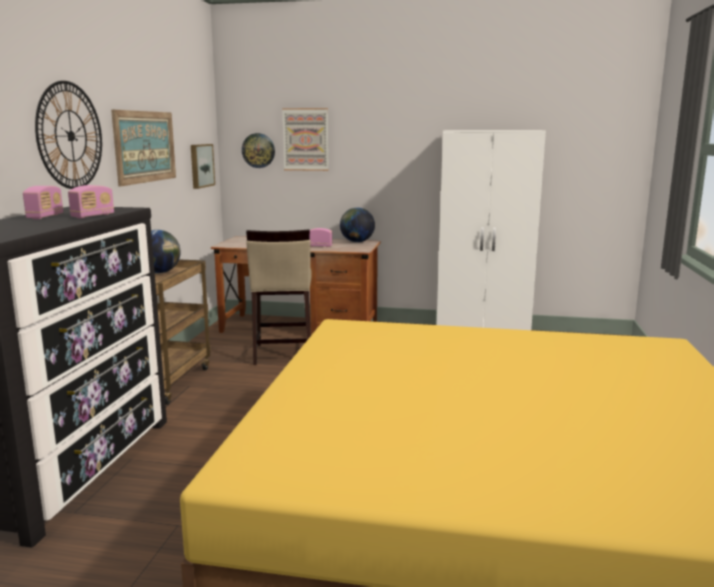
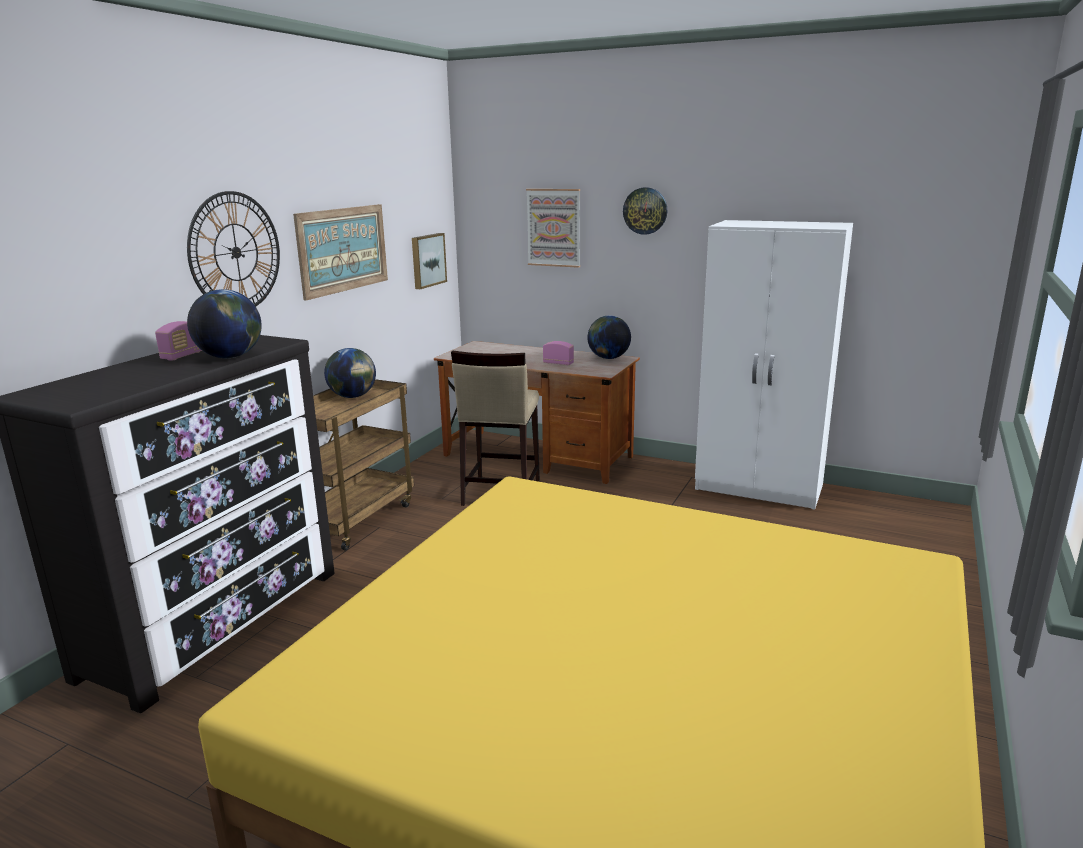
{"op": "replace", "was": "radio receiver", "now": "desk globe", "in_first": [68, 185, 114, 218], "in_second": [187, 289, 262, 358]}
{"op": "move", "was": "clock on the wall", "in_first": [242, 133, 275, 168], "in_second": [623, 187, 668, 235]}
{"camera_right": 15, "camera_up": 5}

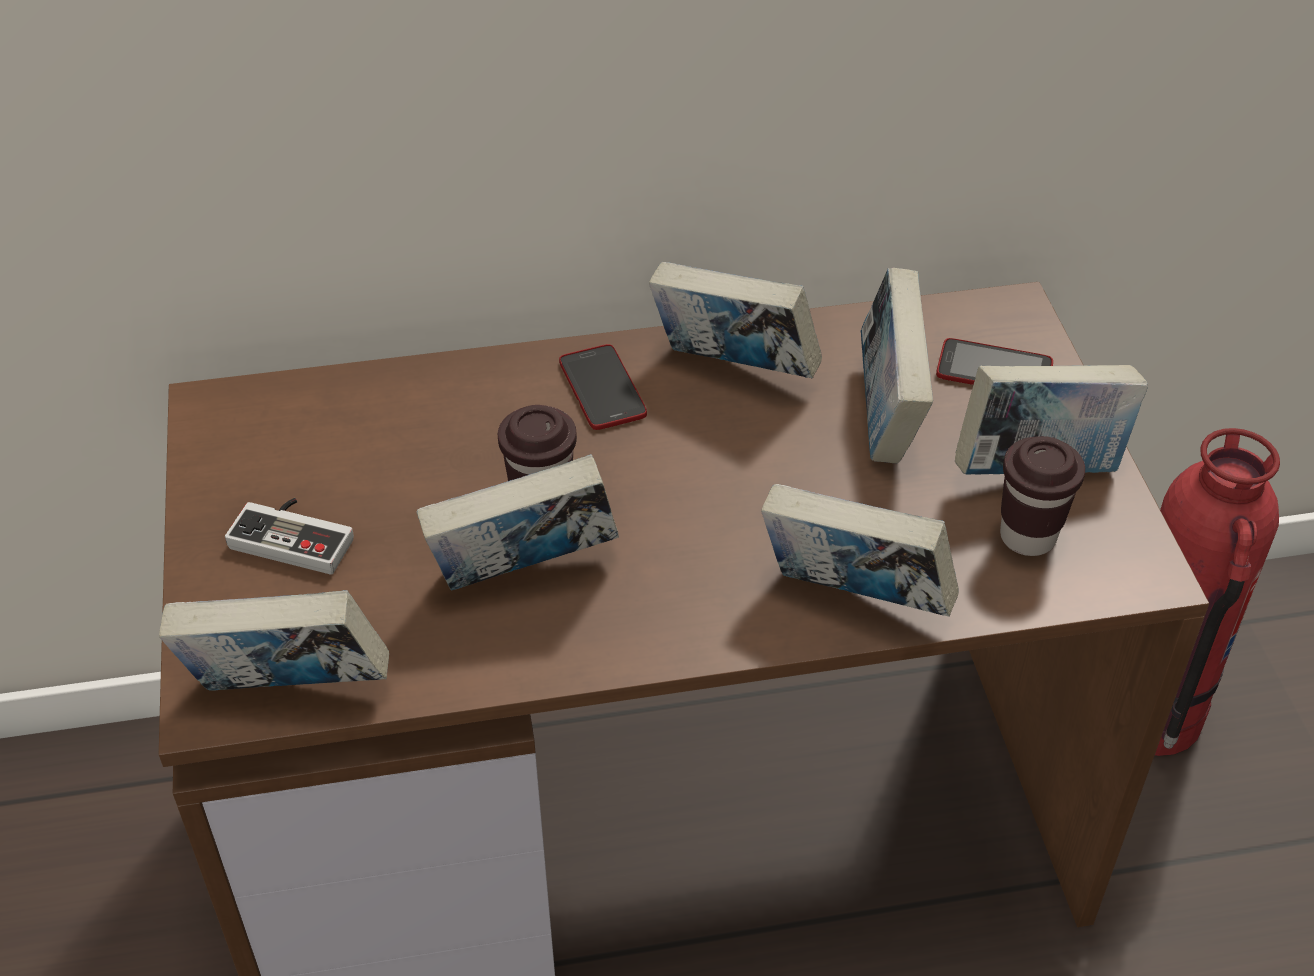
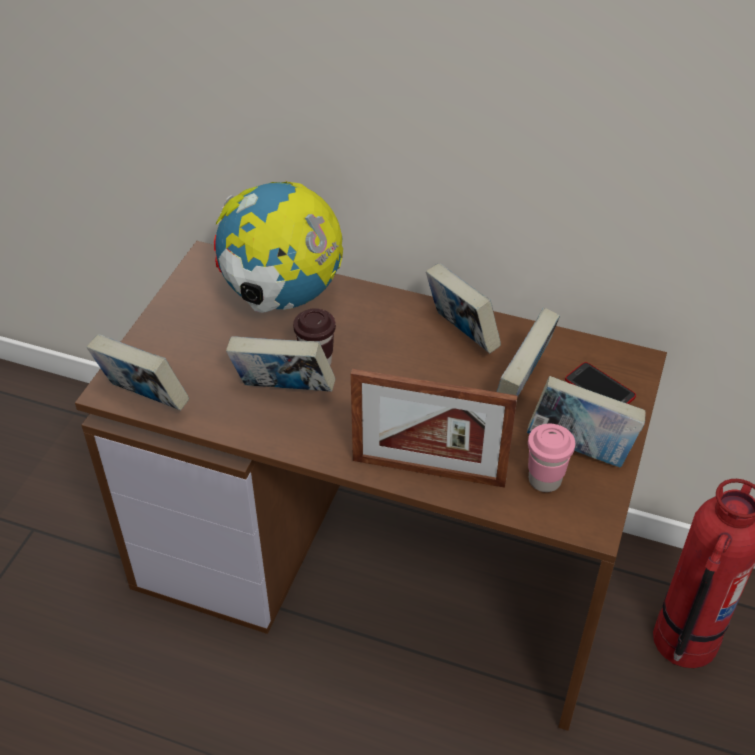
{"op": "insert", "now": "desk globe", "in_second": [214, 182, 343, 313]}
{"op": "replace", "was": "volume", "now": "photo frame", "in_first": [761, 484, 959, 617], "in_second": [351, 369, 518, 488]}
{"op": "recolor", "was": "brownish small cup", "now": "pink small cup", "in_first": [1000, 436, 1085, 556], "in_second": [528, 424, 575, 492]}
{"op": "delete", "was": "game controller", "in_first": [225, 498, 354, 575]}
{"op": "delete", "was": "telephone", "in_first": [559, 344, 647, 430]}
{"camera_right": 30, "camera_up": 0}

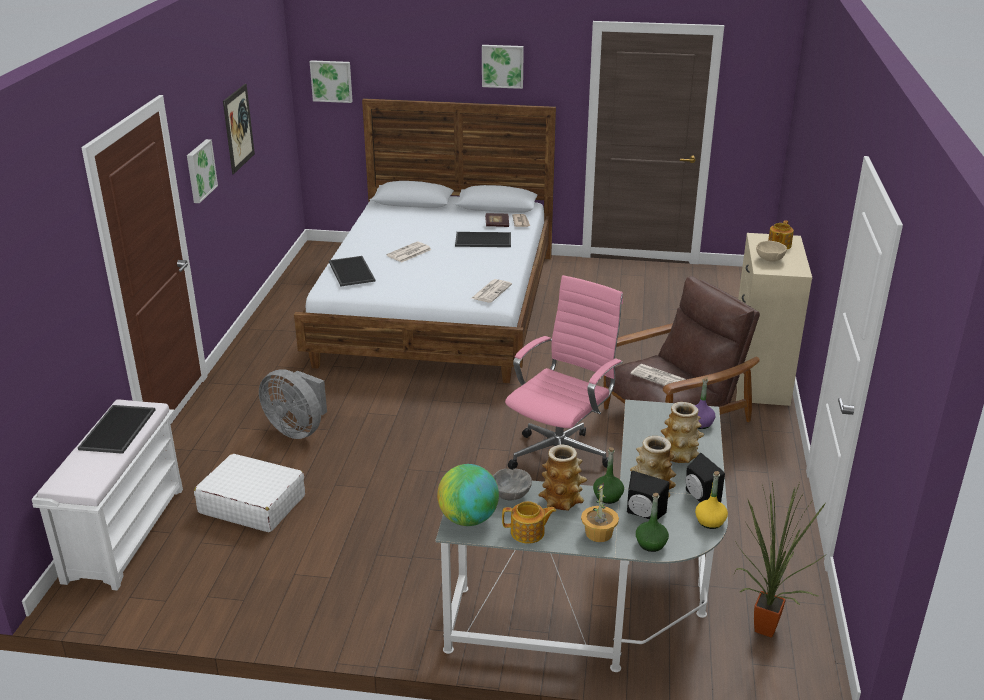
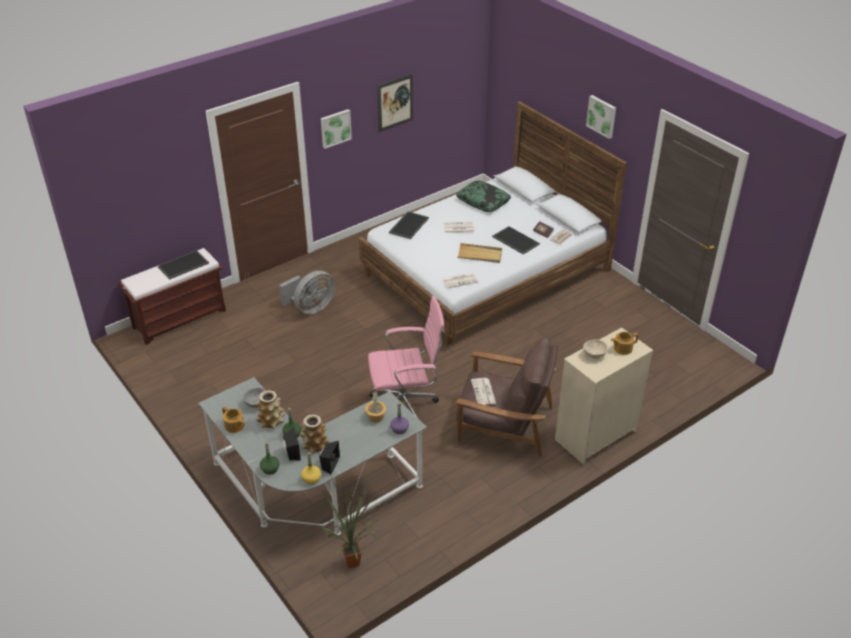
{"op": "recolor", "was": "white-coloured long seat", "now": "brownish long seat", "in_first": [32, 400, 183, 591], "in_second": [118, 248, 226, 345]}
{"op": "rotate", "was": "grey cooling fan", "in_first": [259, 369, 327, 439], "in_second": [279, 271, 335, 314], "clockwise": -120}
{"op": "move", "was": "houseplant", "in_first": [581, 483, 619, 542], "in_second": [365, 391, 387, 422]}
{"op": "insert", "now": "pillow", "in_second": [456, 181, 511, 212]}
{"op": "insert", "now": "beige carrying tray", "in_second": [457, 243, 502, 263]}
{"op": "delete", "was": "white-coloured piece of luggage", "in_first": [194, 454, 305, 532]}
{"op": "delete", "was": "wall picture", "in_first": [310, 60, 353, 103]}
{"op": "delete", "was": "desk globe", "in_first": [437, 464, 499, 526]}
{"op": "delete", "was": "vase", "in_first": [661, 402, 704, 463]}
{"camera_right": 45, "camera_up": 10}

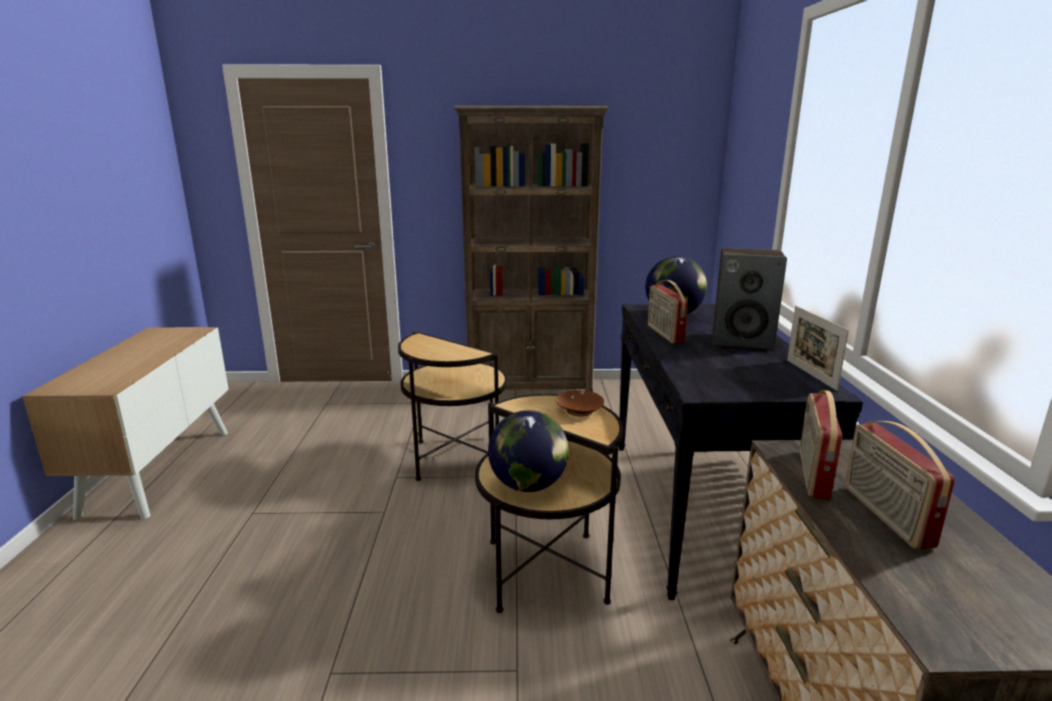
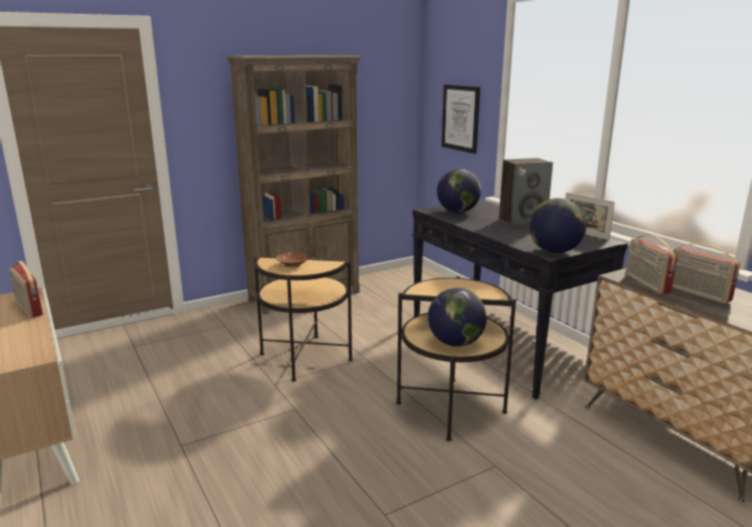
{"op": "move", "was": "radio receiver", "in_first": [648, 280, 688, 344], "in_second": [9, 261, 43, 318]}
{"op": "move", "was": "brownish serving bowl", "in_first": [556, 390, 604, 416], "in_second": [276, 252, 308, 268]}
{"op": "insert", "now": "wall picture", "in_second": [442, 84, 480, 154]}
{"op": "insert", "now": "desk globe", "in_second": [529, 198, 587, 253]}
{"camera_right": -30, "camera_up": 0}

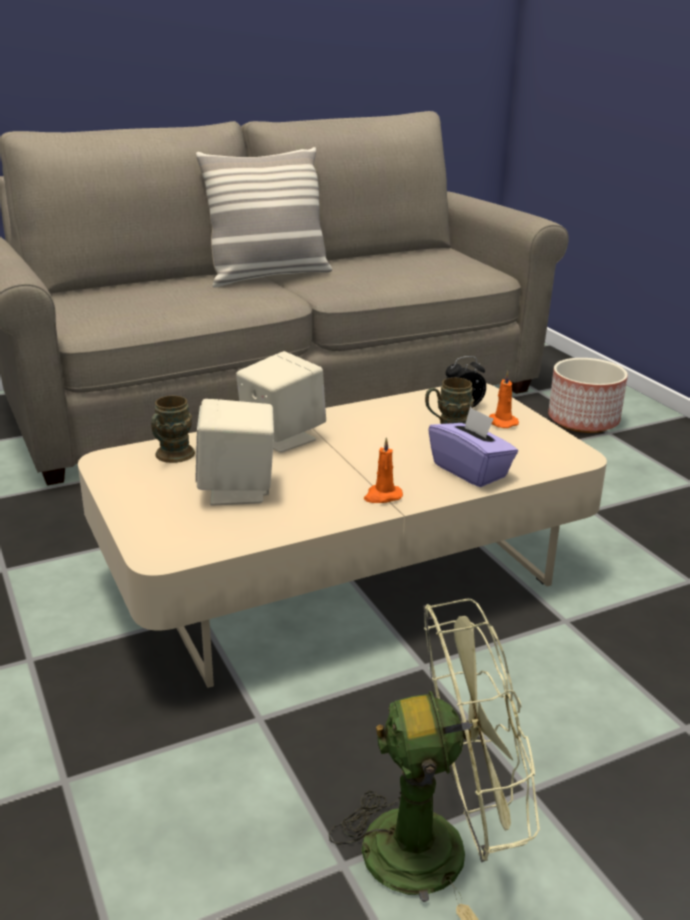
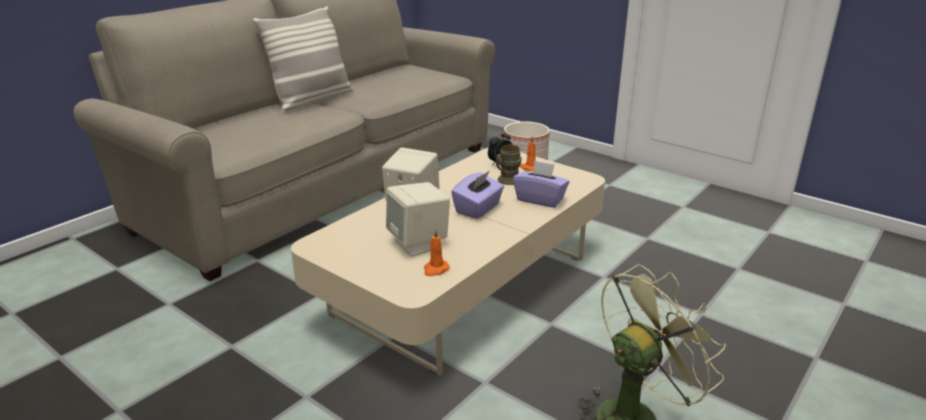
{"op": "move", "was": "orange-coloured wax light", "in_first": [364, 437, 403, 503], "in_second": [424, 228, 450, 276]}
{"op": "insert", "now": "purple box of tissues", "in_second": [451, 171, 504, 219]}
{"op": "delete", "was": "brownish tea mug", "in_first": [151, 396, 195, 463]}
{"camera_right": -25, "camera_up": 0}

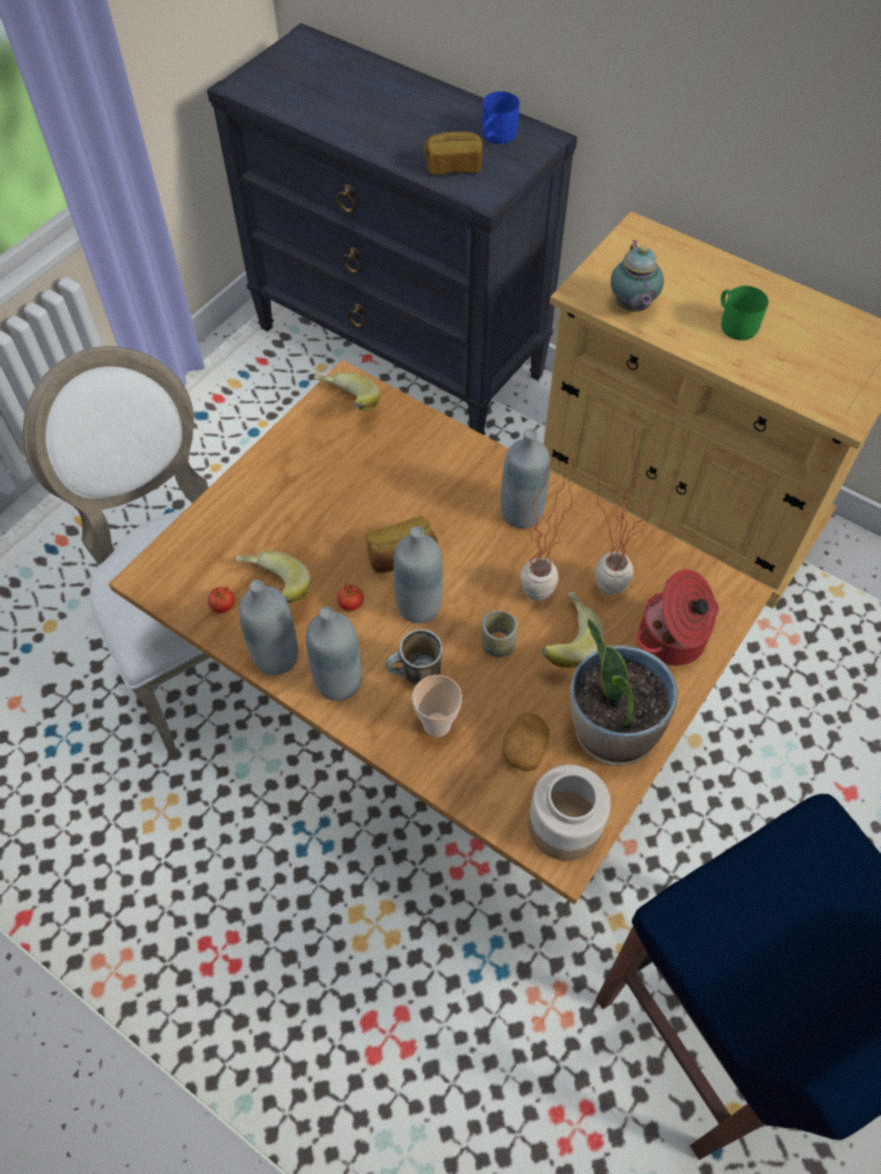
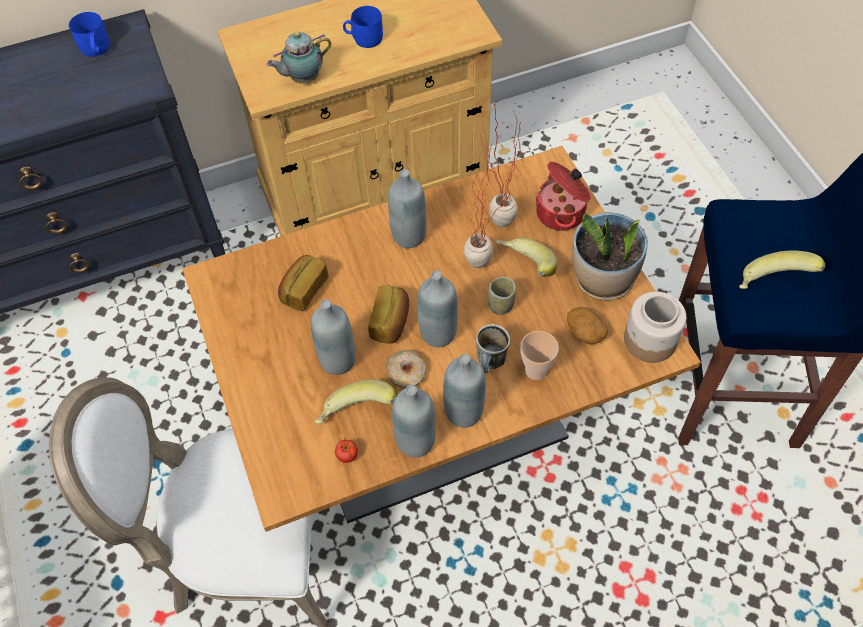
{"op": "rotate", "was": "tea pot", "in_first": [611, 240, 664, 312], "in_second": [267, 32, 331, 84], "clockwise": 120}
{"op": "move", "was": "bakery bread", "in_first": [424, 131, 483, 174], "in_second": [278, 255, 329, 311]}
{"op": "insert", "now": "grey drink bottle", "in_second": [311, 299, 356, 375]}
{"op": "recolor", "was": "green tea mug", "now": "blue-coloured tea mug", "in_first": [721, 286, 768, 340], "in_second": [343, 6, 383, 48]}
{"op": "replace", "was": "fresh tomato", "now": "donut", "in_first": [337, 585, 364, 611], "in_second": [386, 350, 426, 388]}
{"op": "move", "was": "banana fruit", "in_first": [314, 372, 380, 411], "in_second": [739, 250, 826, 289]}
{"camera_right": -55, "camera_up": 0}

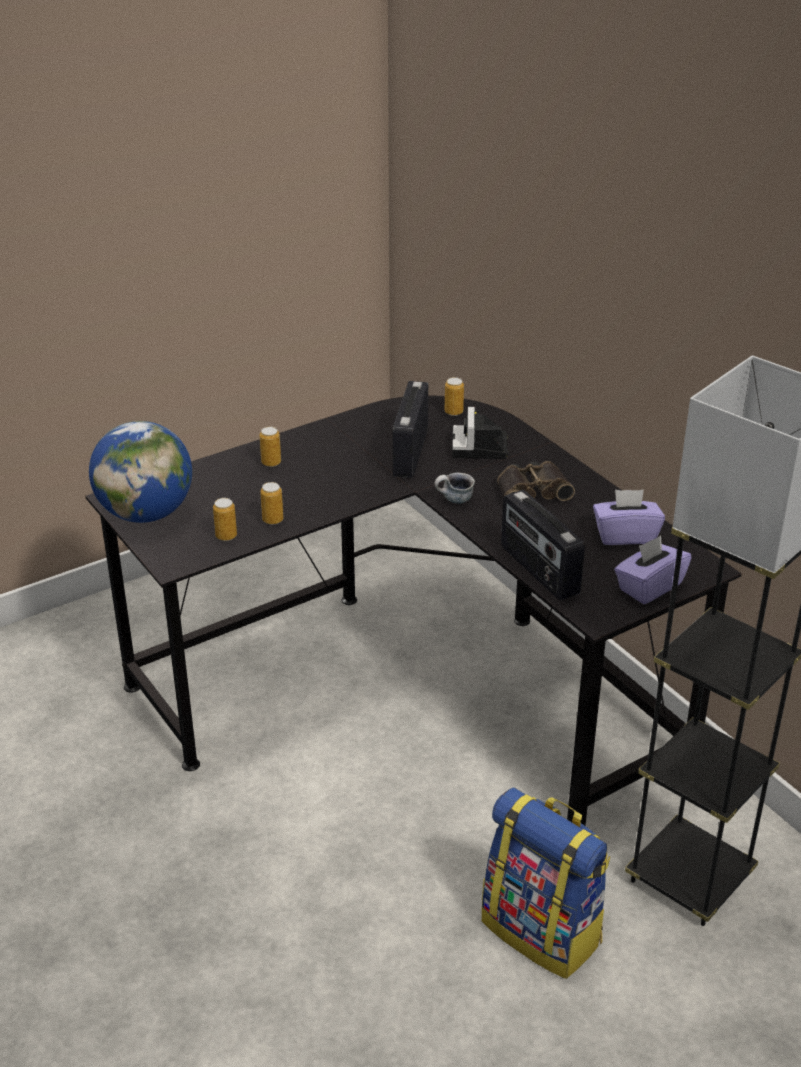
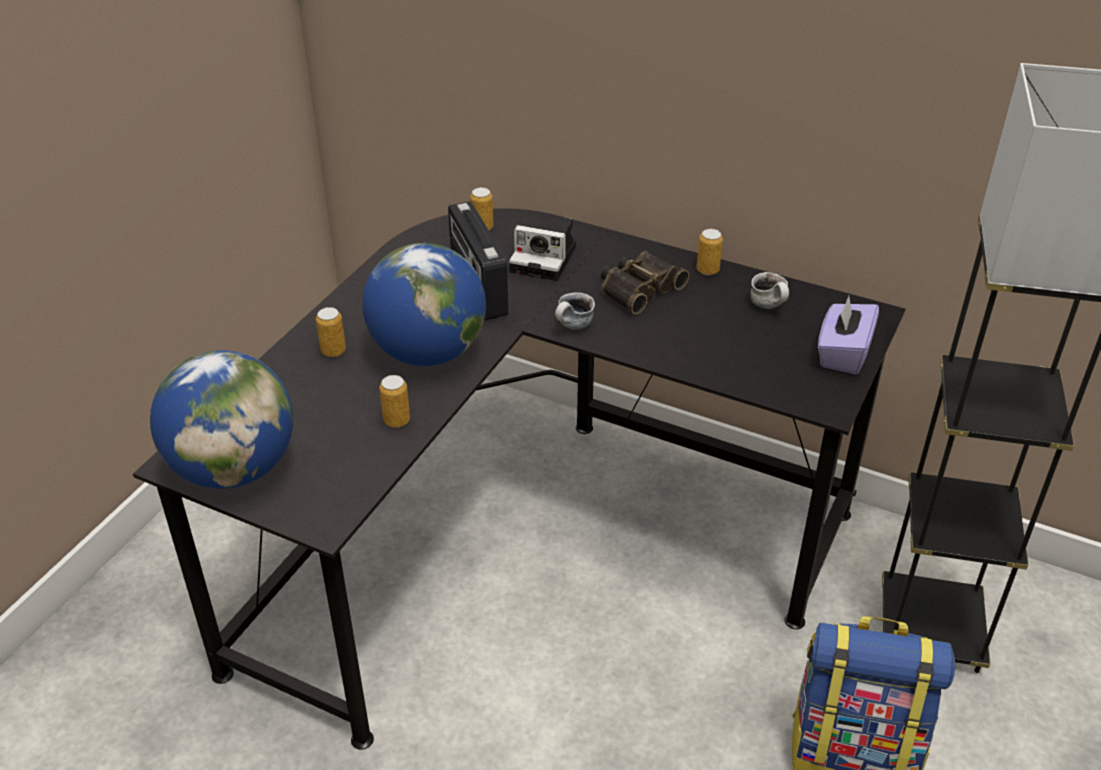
{"op": "insert", "now": "desk globe", "in_second": [362, 243, 486, 366]}
{"op": "rotate", "was": "photo camera", "in_first": [452, 407, 508, 459], "in_second": [509, 218, 576, 281], "clockwise": -45}
{"op": "move", "was": "metal can", "in_first": [213, 498, 237, 541], "in_second": [697, 229, 723, 275]}
{"op": "replace", "was": "purple box of tissues", "now": "tea mug", "in_first": [593, 490, 665, 545], "in_second": [750, 272, 789, 309]}
{"op": "delete", "was": "radio receiver", "in_first": [501, 490, 585, 601]}
{"camera_right": -30, "camera_up": 5}

